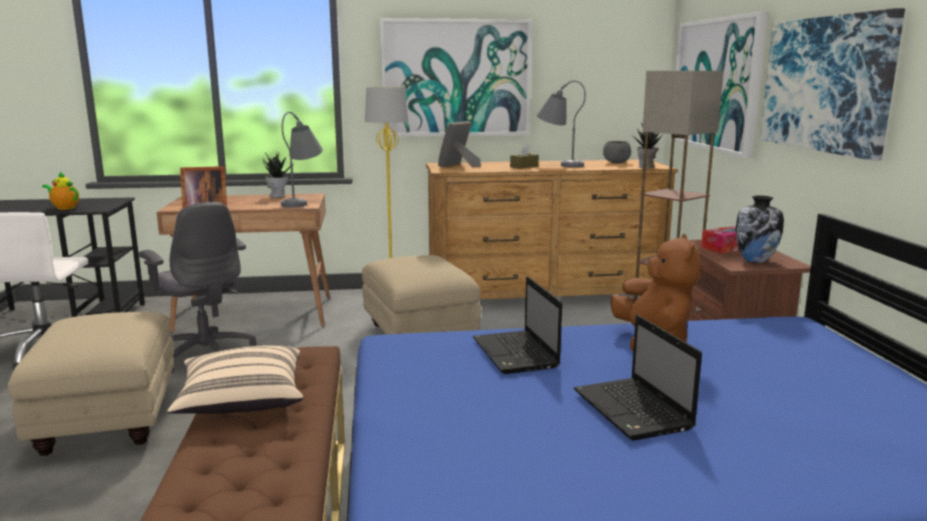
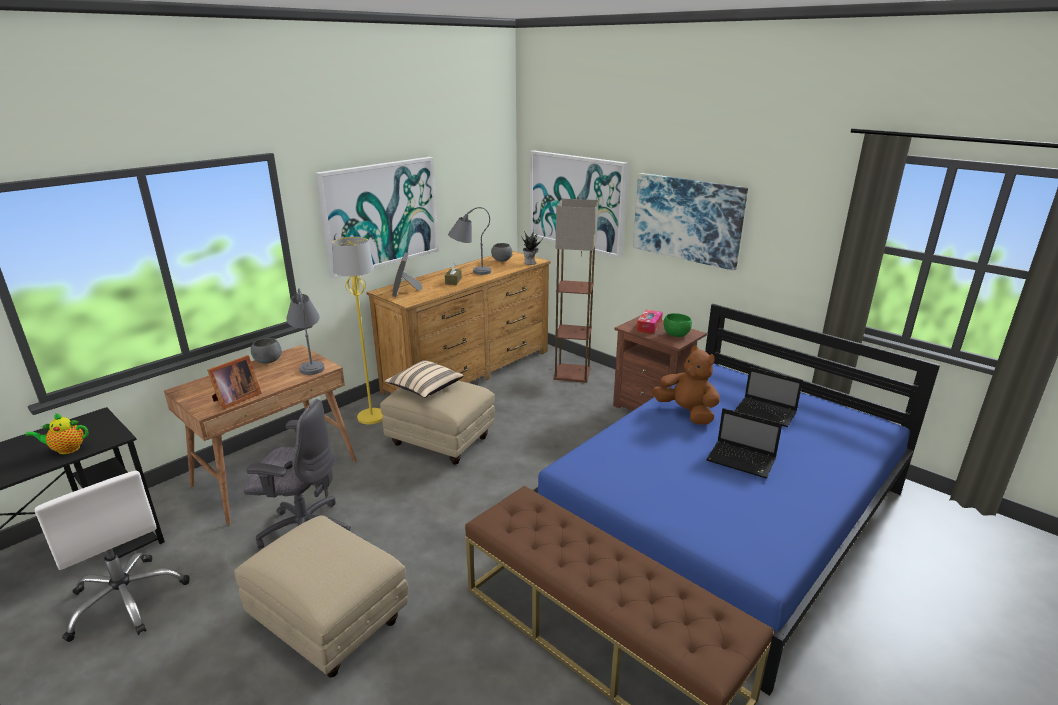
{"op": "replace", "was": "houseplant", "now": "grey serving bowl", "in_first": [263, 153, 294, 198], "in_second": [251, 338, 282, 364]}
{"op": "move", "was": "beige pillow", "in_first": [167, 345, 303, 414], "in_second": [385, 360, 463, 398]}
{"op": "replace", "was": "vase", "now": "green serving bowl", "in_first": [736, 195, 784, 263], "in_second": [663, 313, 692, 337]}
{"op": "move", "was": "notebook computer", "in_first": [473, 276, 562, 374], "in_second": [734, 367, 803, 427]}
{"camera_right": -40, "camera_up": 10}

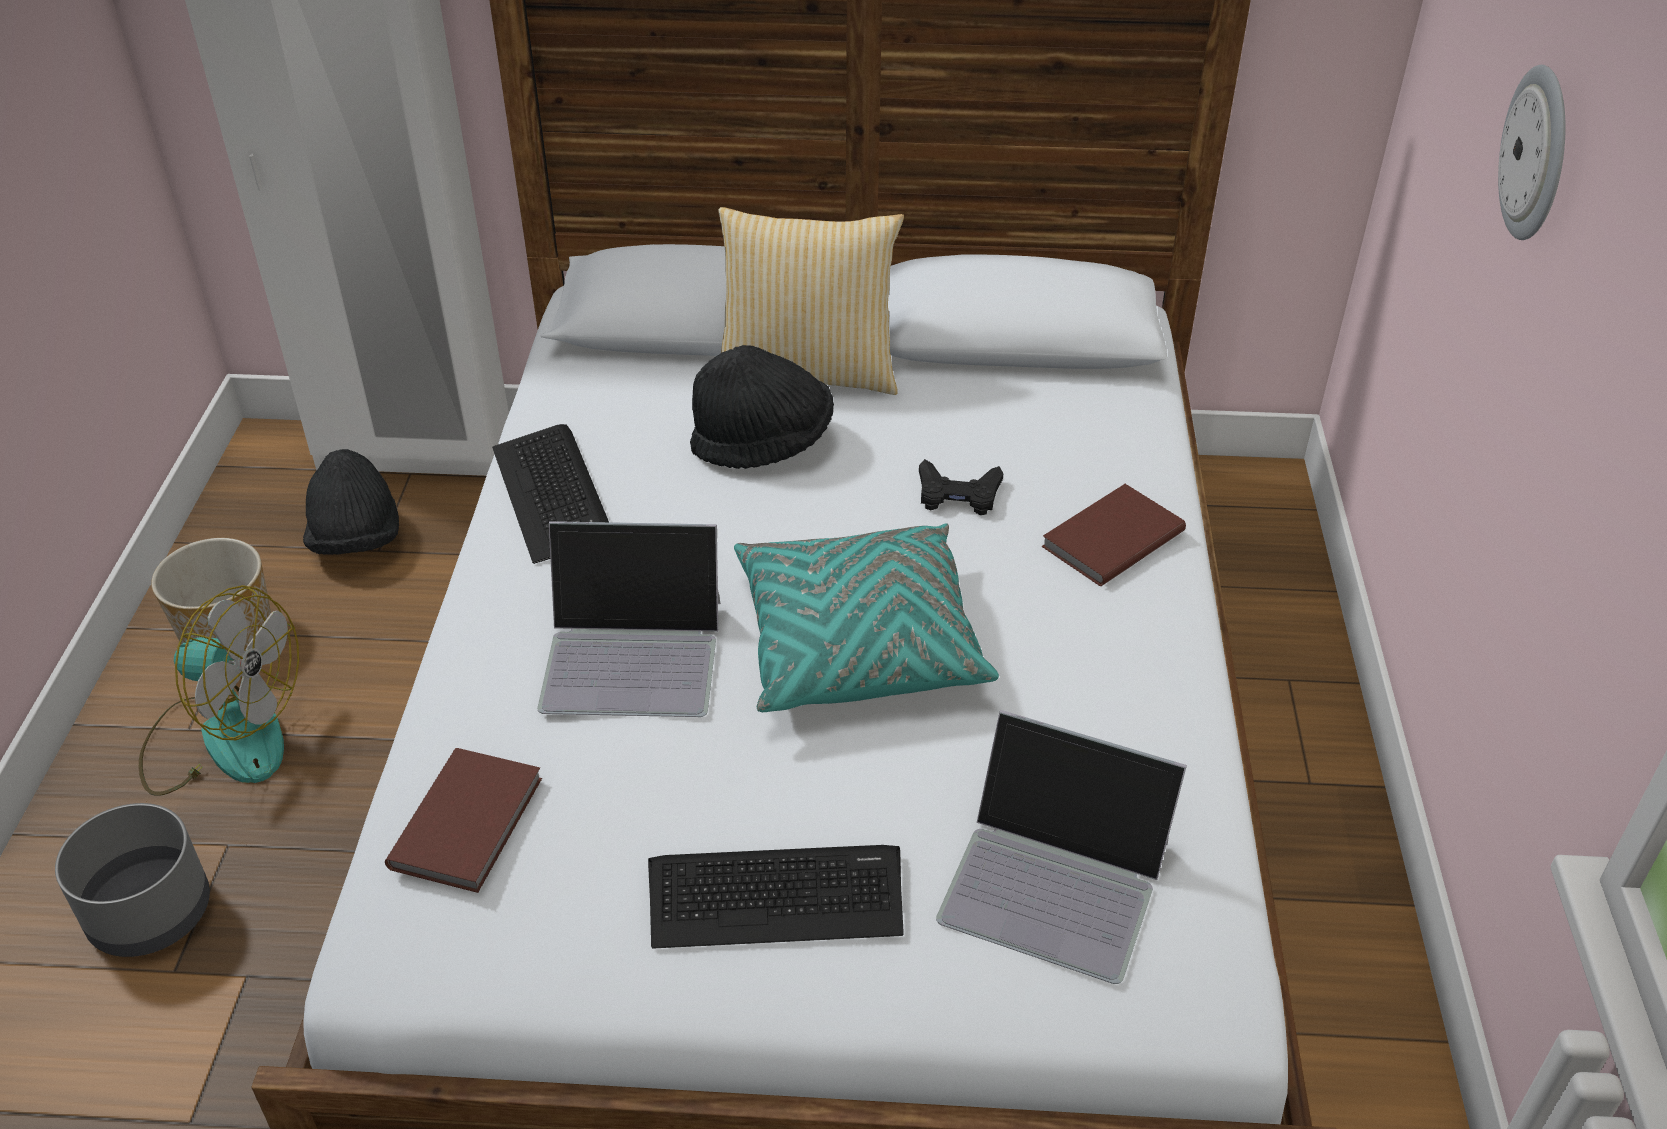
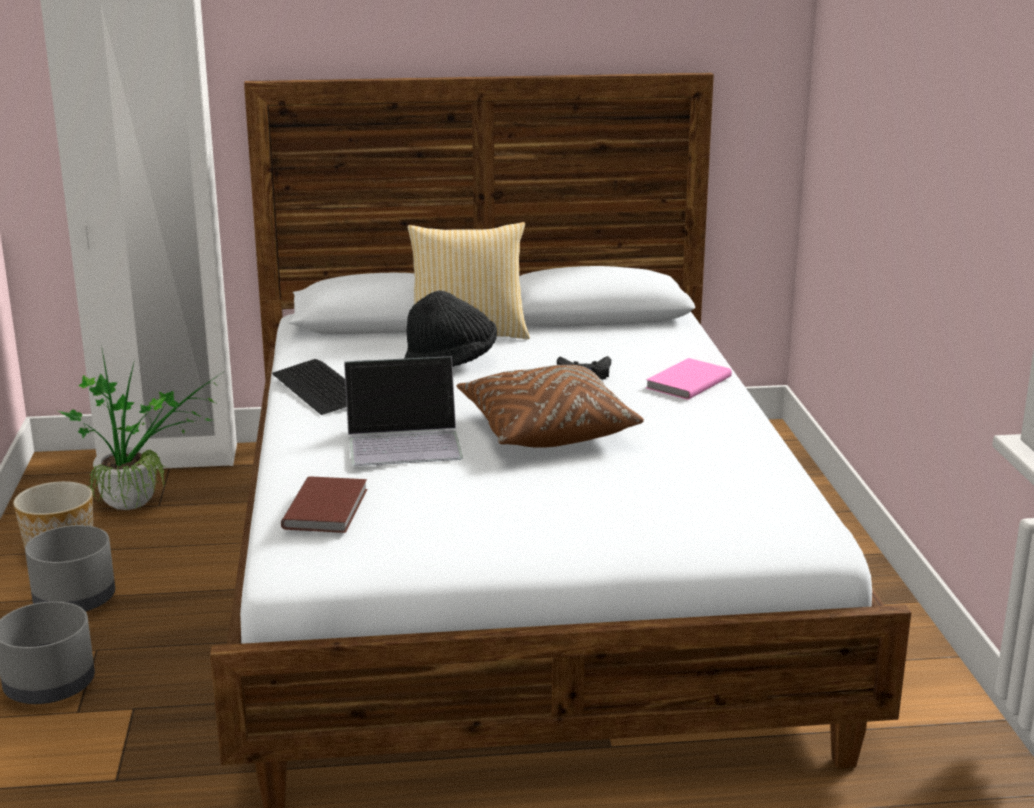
{"op": "replace", "was": "cooling fan", "now": "grey plant pot", "in_first": [139, 585, 299, 796], "in_second": [25, 525, 115, 612]}
{"op": "replace", "was": "black-coloured wearable hat", "now": "houseplant", "in_first": [303, 449, 399, 555], "in_second": [58, 345, 219, 510]}
{"op": "recolor", "was": "turquoise pillow", "now": "brownish pillow", "in_first": [734, 523, 999, 712], "in_second": [457, 365, 644, 448]}
{"op": "recolor", "was": "brownish volume", "now": "pink volume", "in_first": [1041, 484, 1186, 586], "in_second": [646, 358, 732, 400]}
{"op": "delete", "was": "computer keyboard", "in_first": [648, 845, 904, 949]}
{"op": "delete", "was": "notebook computer", "in_first": [936, 710, 1187, 984]}
{"op": "delete", "was": "clock on the wall", "in_first": [1498, 65, 1566, 240]}
{"camera_right": -10, "camera_up": -20}

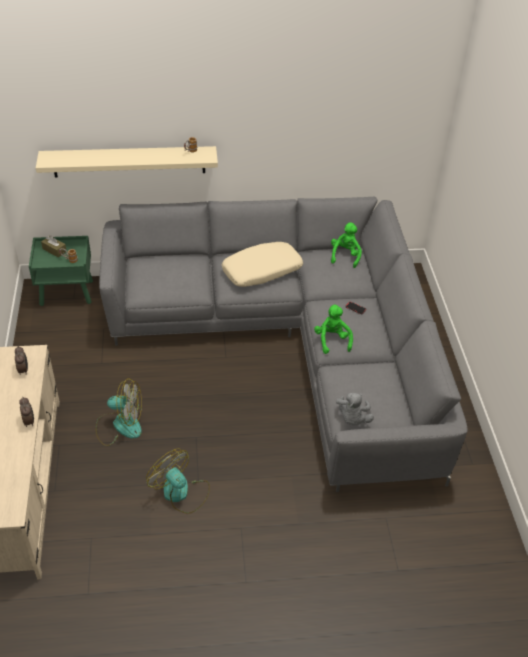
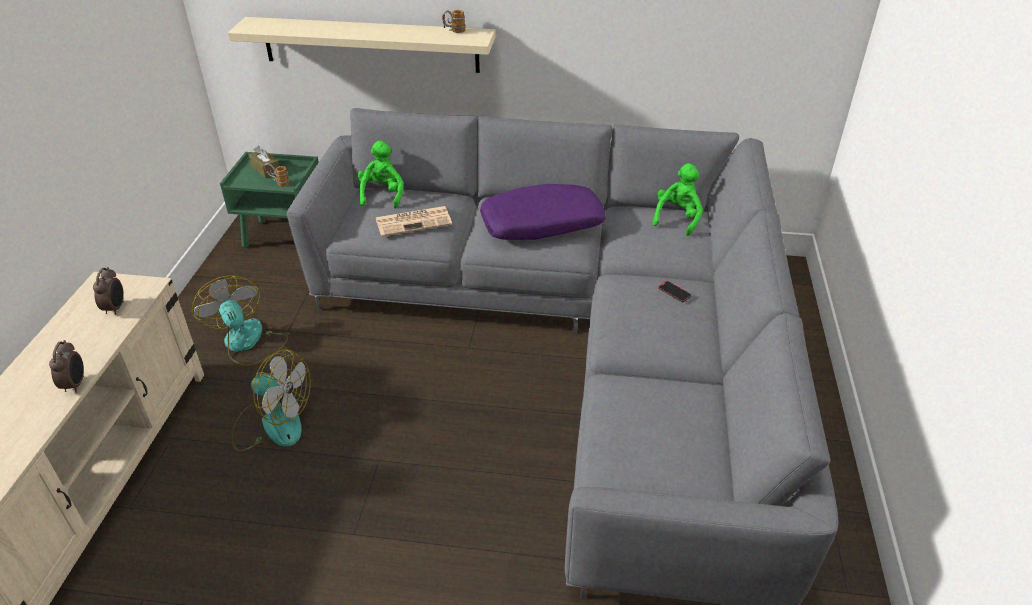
{"op": "move", "was": "cooling fan", "in_first": [146, 448, 210, 514], "in_second": [192, 276, 288, 366]}
{"op": "move", "was": "green plush toy", "in_first": [314, 304, 353, 354], "in_second": [358, 141, 404, 208]}
{"op": "insert", "now": "newspaper", "in_second": [376, 206, 452, 237]}
{"op": "recolor", "was": "beige pillow", "now": "purple pillow", "in_first": [222, 242, 303, 287], "in_second": [480, 184, 606, 240]}
{"op": "delete", "was": "grey plush toy", "in_first": [336, 393, 374, 425]}
{"camera_right": 15, "camera_up": -5}

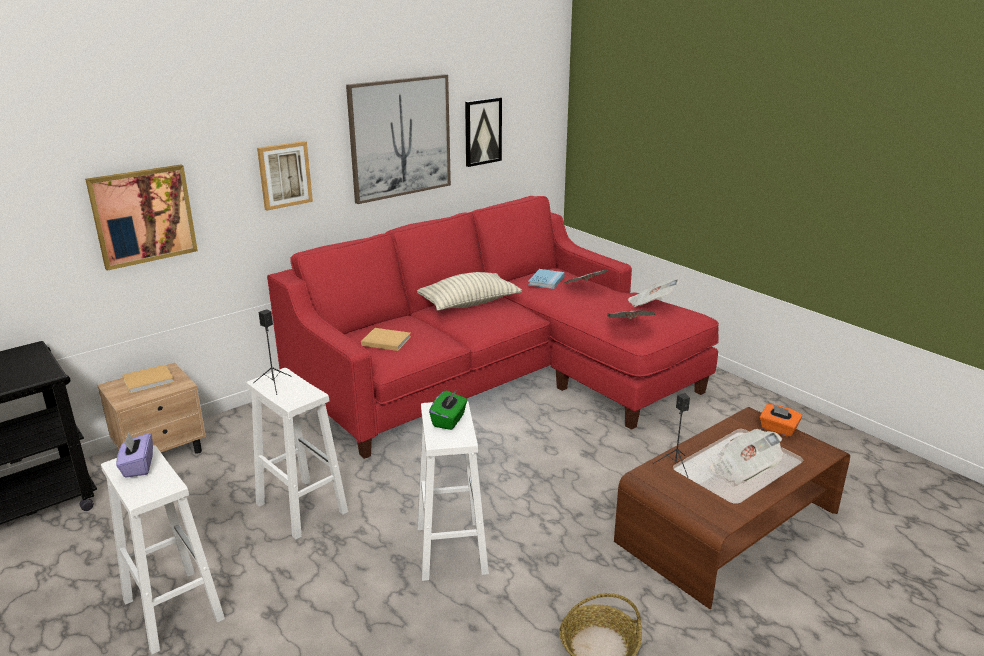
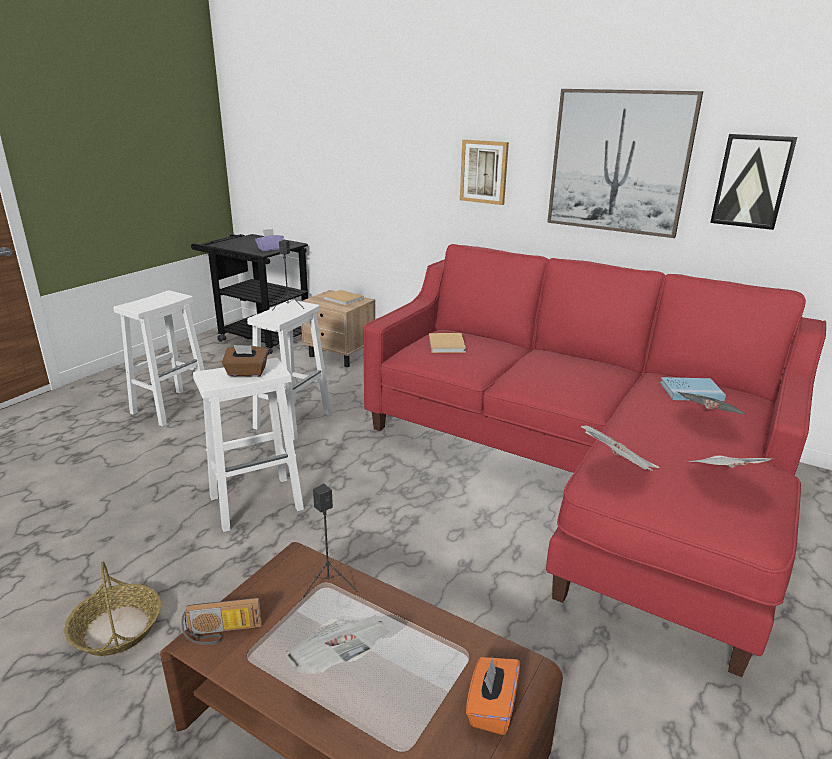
{"op": "insert", "now": "radio receiver", "in_second": [181, 598, 262, 645]}
{"op": "recolor", "was": "green box of tissues", "now": "brownish box of tissues", "in_first": [429, 390, 468, 430], "in_second": [222, 345, 268, 377]}
{"op": "move", "was": "purple box of tissues", "in_first": [116, 432, 153, 478], "in_second": [255, 229, 284, 251]}
{"op": "delete", "was": "wall picture", "in_first": [85, 164, 198, 271]}
{"op": "delete", "was": "pillow", "in_first": [417, 272, 522, 311]}
{"camera_right": 70, "camera_up": 0}

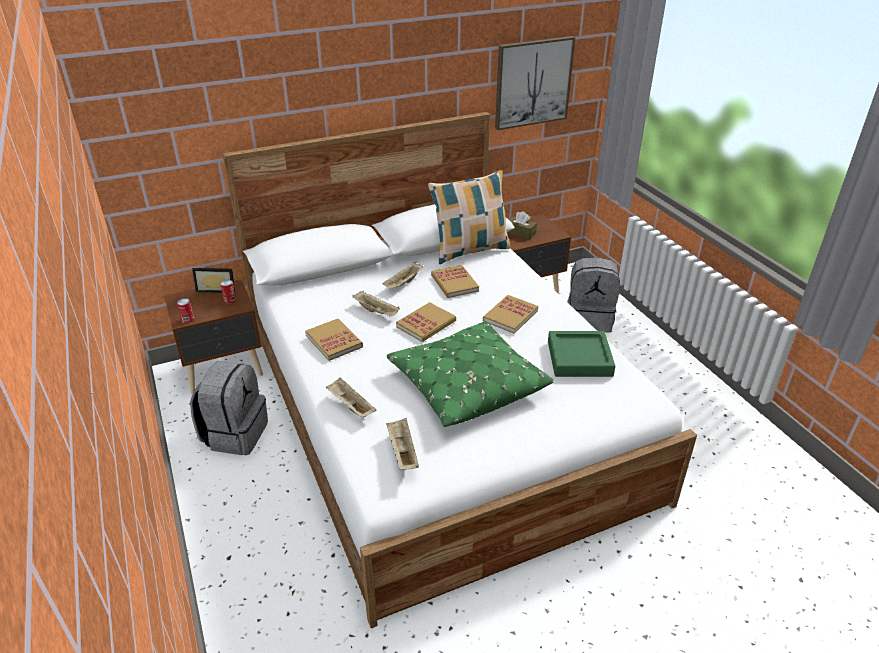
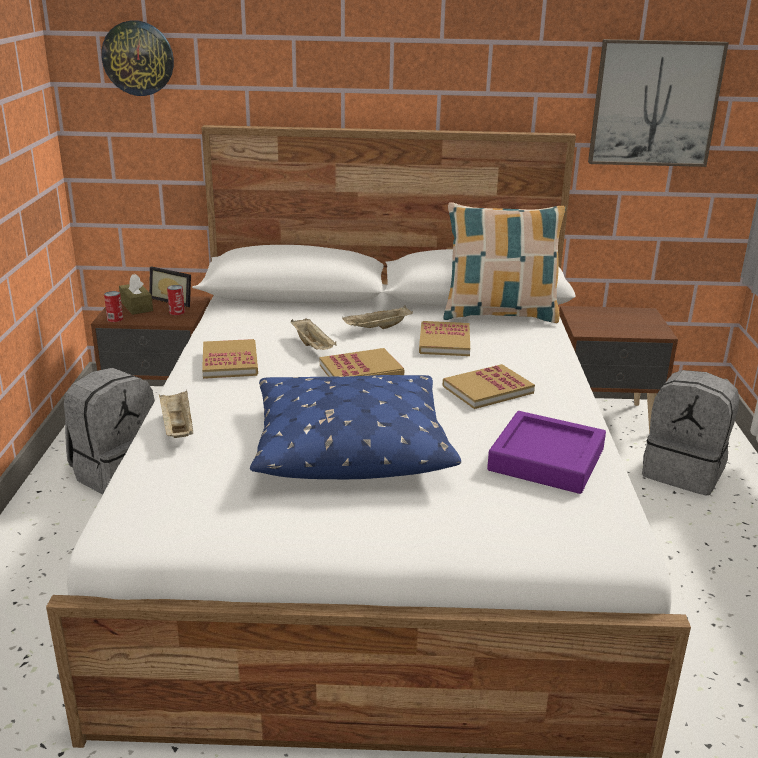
{"op": "insert", "now": "clock on the wall", "in_second": [101, 20, 174, 96]}
{"op": "move", "was": "brownish box of tissues", "in_first": [507, 211, 537, 239], "in_second": [119, 274, 153, 315]}
{"op": "recolor", "was": "green pillow", "now": "blue-coloured pillow", "in_first": [387, 321, 554, 427], "in_second": [250, 375, 461, 479]}
{"op": "recolor", "was": "green carrying tray", "now": "purple carrying tray", "in_first": [548, 331, 615, 377], "in_second": [487, 411, 606, 494]}
{"op": "delete", "was": "beige carrying tray", "in_first": [386, 418, 419, 470]}
{"camera_right": 25, "camera_up": -10}

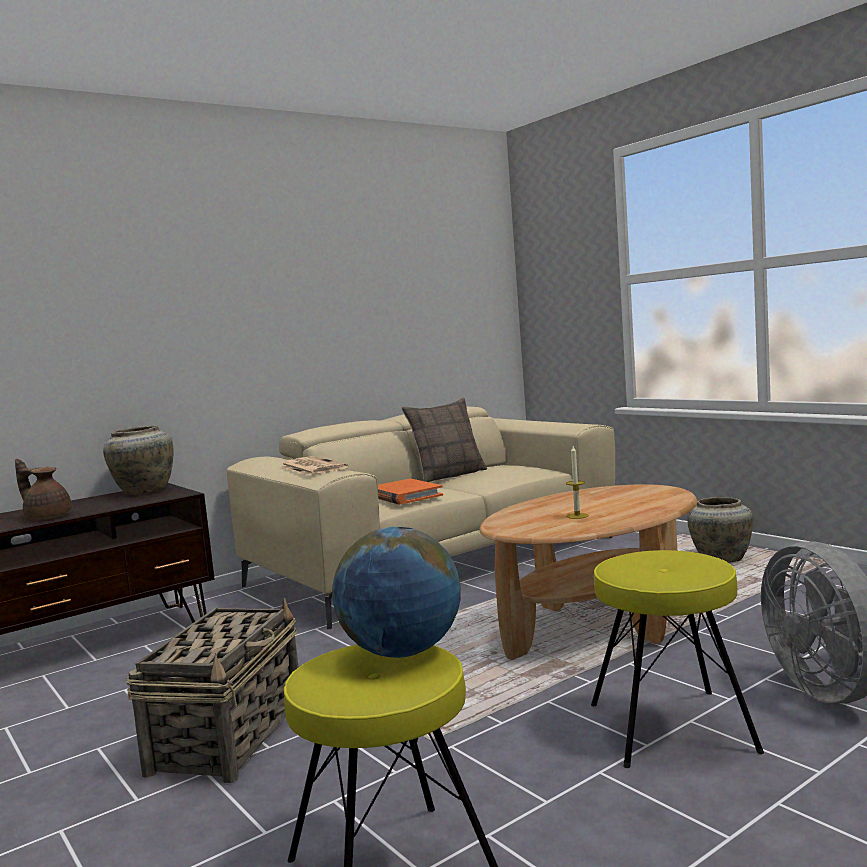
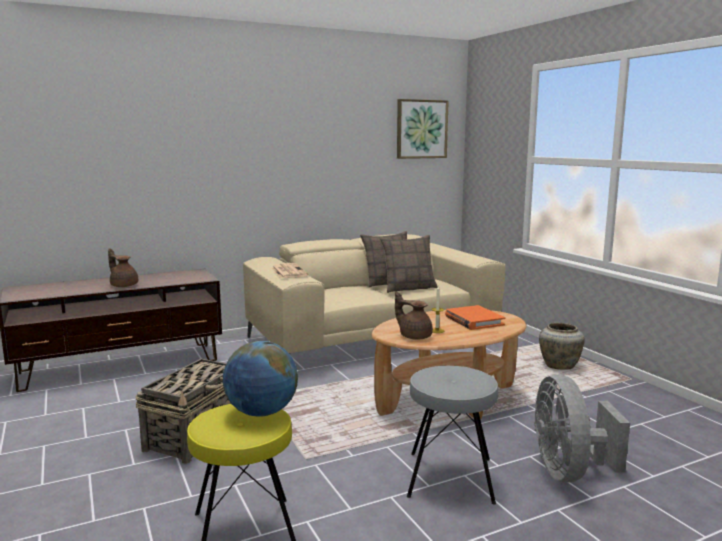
{"op": "insert", "now": "pillow", "in_second": [380, 235, 438, 293]}
{"op": "insert", "now": "brownish tea pot", "in_second": [395, 292, 433, 340]}
{"op": "insert", "now": "wall picture", "in_second": [397, 99, 449, 159]}
{"op": "recolor", "was": "yellowish sitting stool", "now": "grey sitting stool", "in_first": [591, 550, 764, 768], "in_second": [407, 366, 498, 505]}
{"op": "move", "was": "orange-coloured volume", "in_first": [378, 478, 443, 505], "in_second": [445, 305, 505, 330]}
{"op": "delete", "was": "beige vase", "in_first": [103, 426, 174, 495]}
{"camera_right": 10, "camera_up": 5}

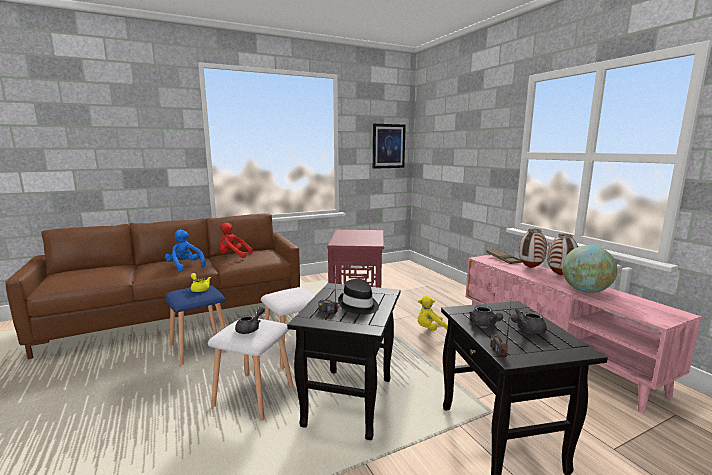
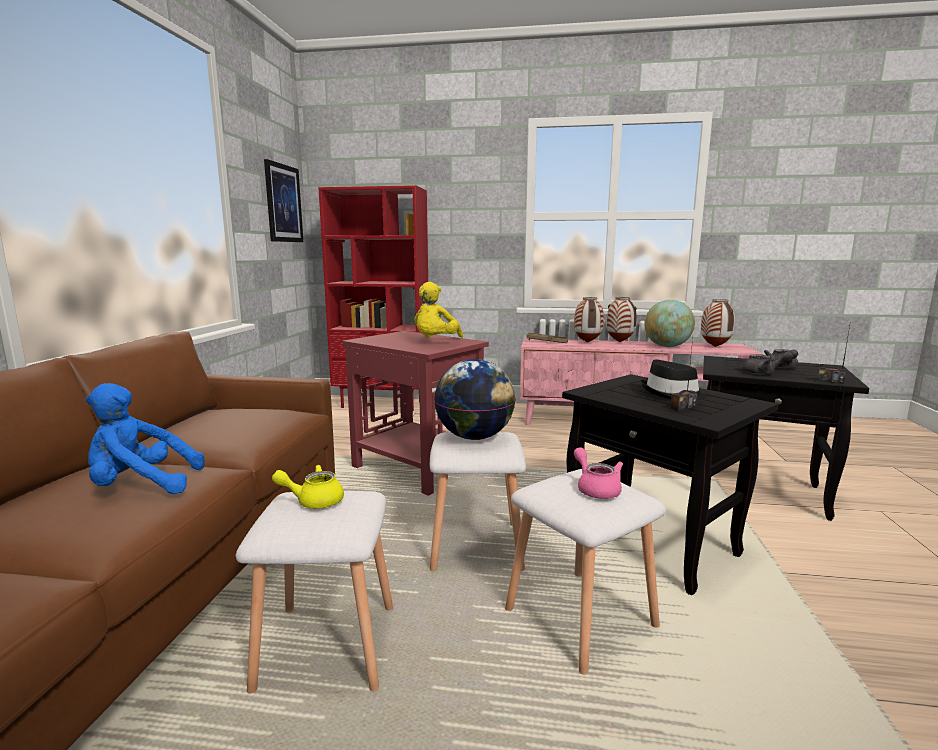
{"op": "recolor", "was": "blue-coloured sitting stool", "now": "white-coloured sitting stool", "in_first": [165, 285, 226, 365], "in_second": [236, 491, 393, 693]}
{"op": "insert", "now": "red shelving unit", "in_second": [318, 185, 428, 411]}
{"op": "move", "was": "yellowish plush toy", "in_first": [418, 295, 448, 331], "in_second": [414, 282, 463, 338]}
{"op": "insert", "now": "desk globe", "in_second": [434, 359, 516, 440]}
{"op": "recolor", "was": "grey tea pot", "now": "pink tea pot", "in_first": [235, 307, 265, 334], "in_second": [574, 447, 623, 499]}
{"op": "insert", "now": "vase", "in_second": [701, 299, 735, 347]}
{"op": "delete", "was": "red plush toy", "in_first": [220, 223, 253, 258]}
{"camera_right": -55, "camera_up": 0}

